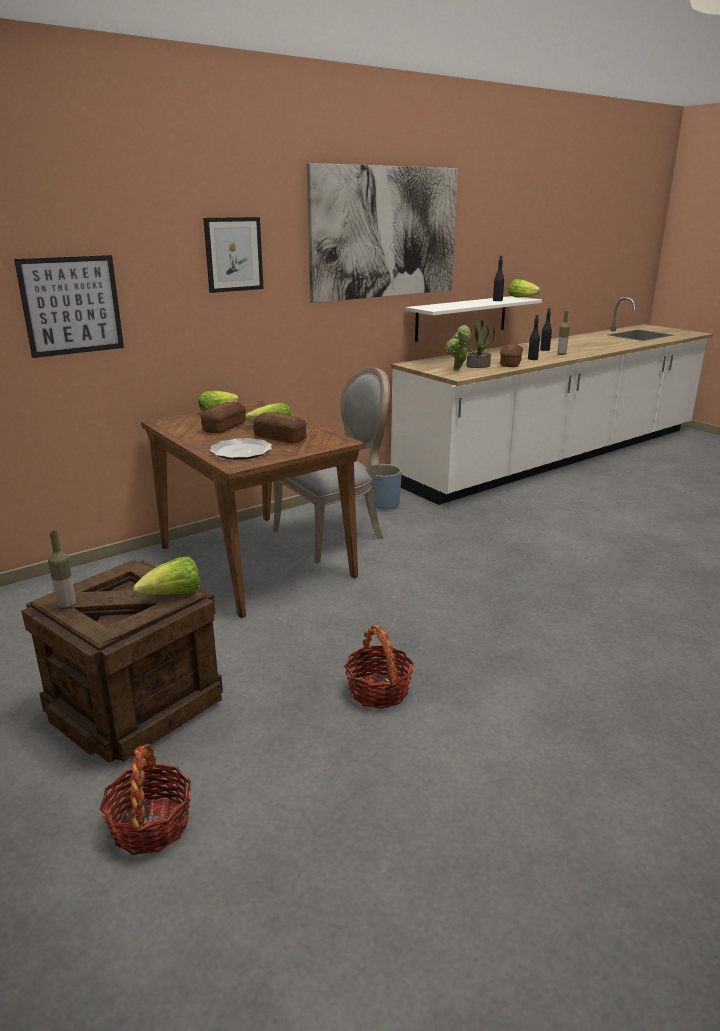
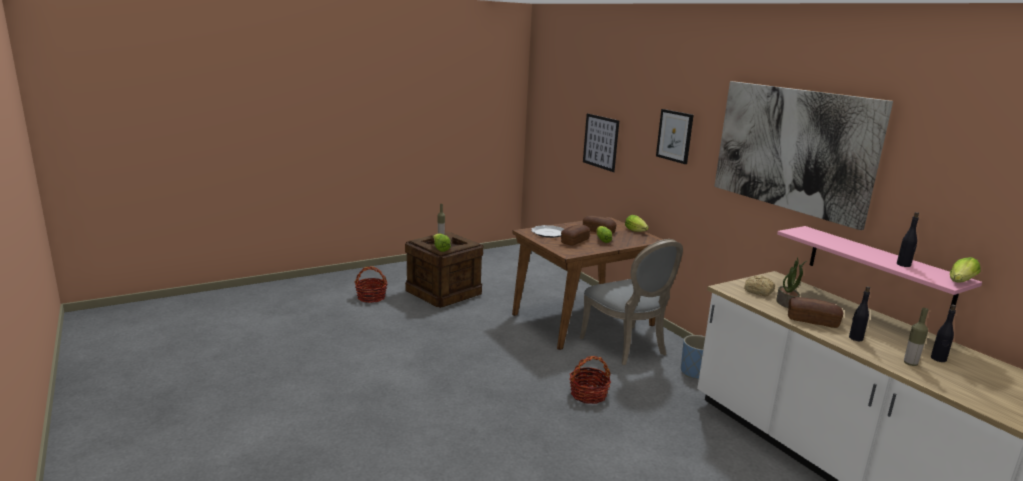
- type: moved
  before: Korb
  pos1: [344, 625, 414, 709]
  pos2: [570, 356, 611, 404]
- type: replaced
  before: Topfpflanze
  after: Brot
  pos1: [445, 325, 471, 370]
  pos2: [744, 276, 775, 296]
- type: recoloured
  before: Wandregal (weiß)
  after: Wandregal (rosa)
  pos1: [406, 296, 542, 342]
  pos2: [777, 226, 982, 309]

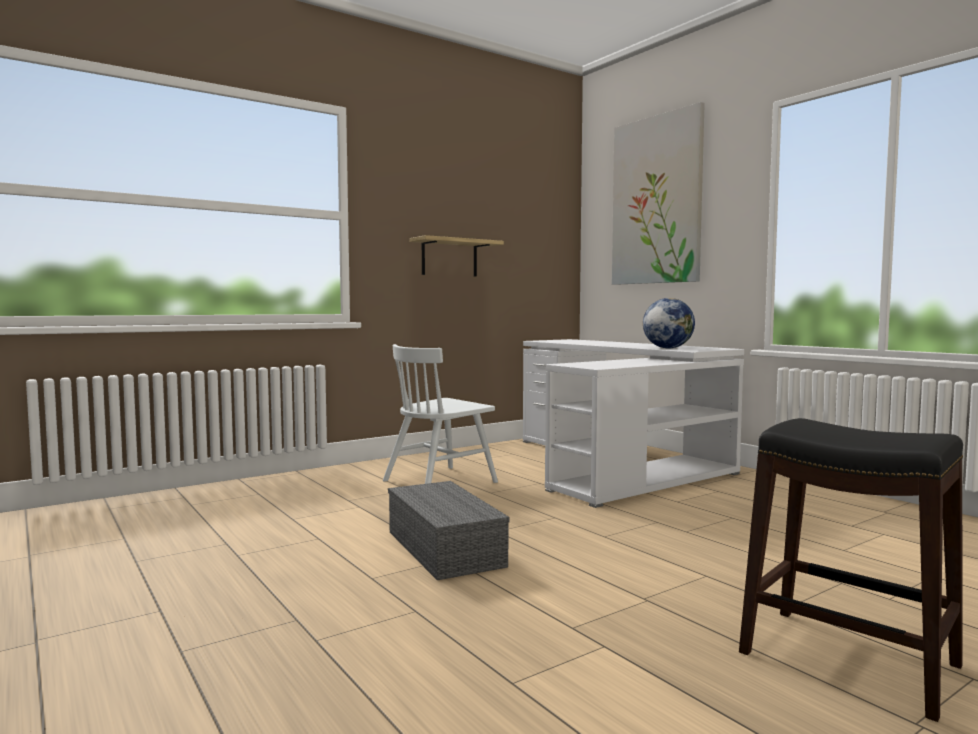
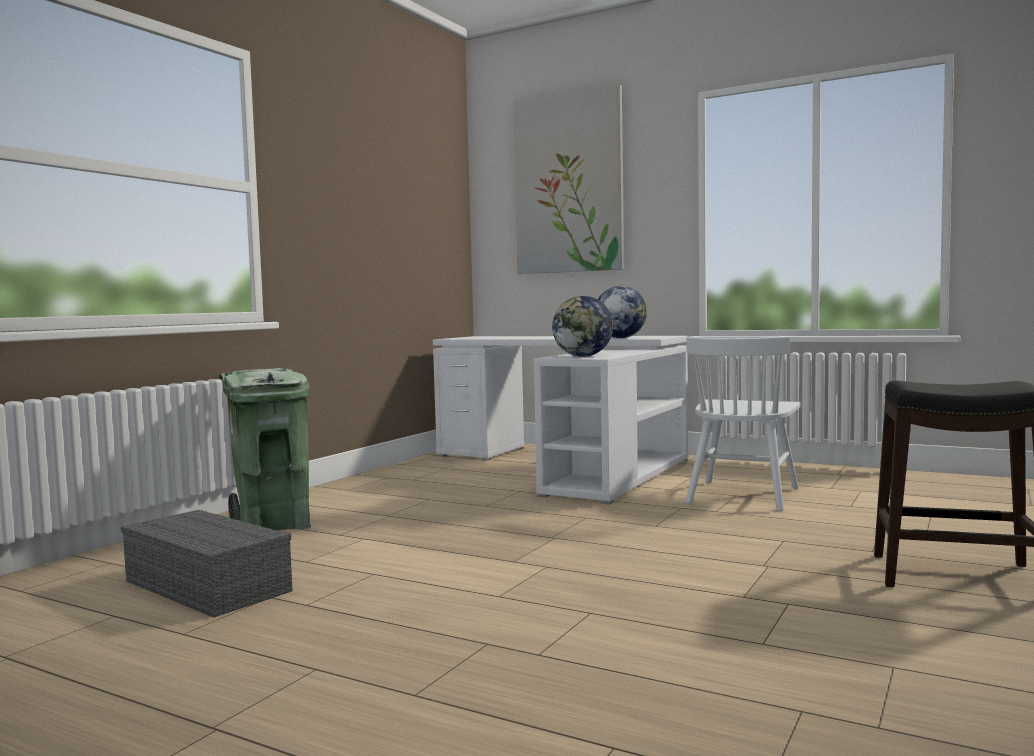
- type: removed
  before: Wandregal
  pos1: [410, 235, 504, 277]
- type: added
  after: Mülleimer (grün)
  pos2: [219, 368, 311, 531]
- type: added
  after: Globus
  pos2: [552, 296, 613, 357]
- type: moved
  before: Stuhl (weiß)
  pos1: [383, 344, 498, 484]
  pos2: [686, 336, 800, 511]
- type: moved
  before: Aufbewahrungsbox (grau)
  pos1: [388, 481, 509, 580]
  pos2: [121, 510, 293, 617]

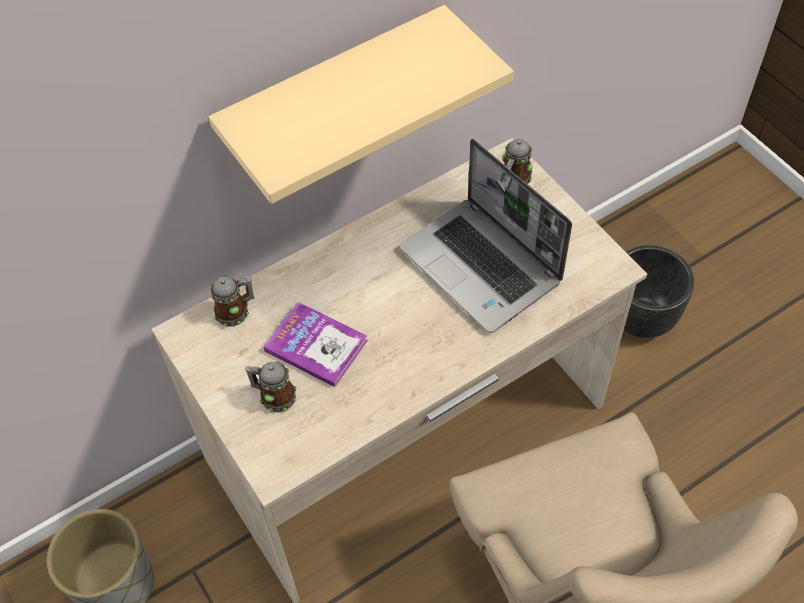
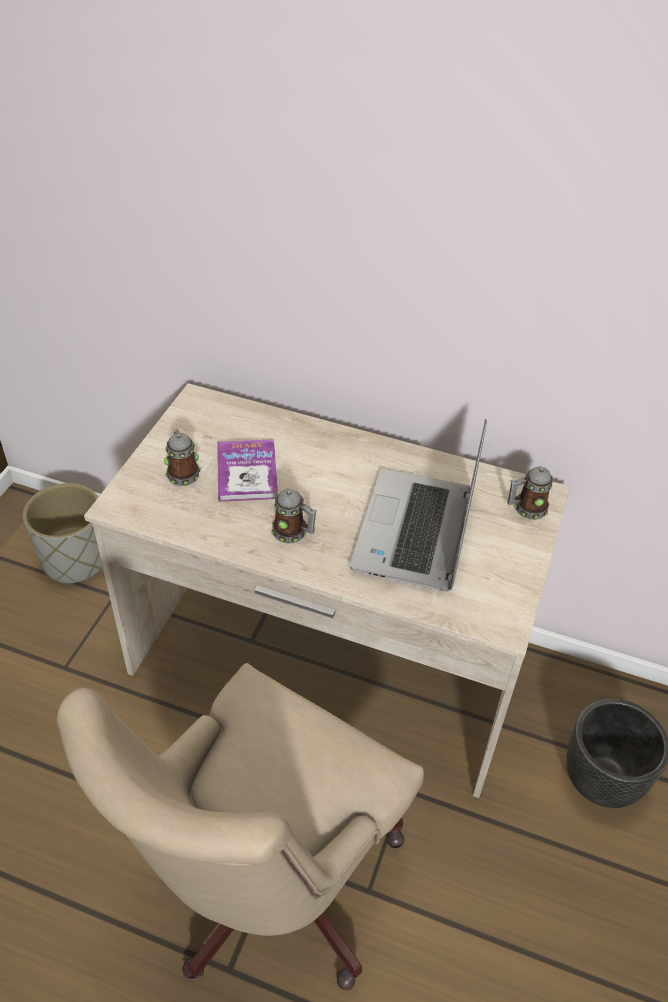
- type: removed
  before: Wandregal (beige)
  pos1: [209, 5, 514, 204]
- type: moved
  before: Henkelbecher
  pos1: [210, 276, 255, 327]
  pos2: [272, 489, 317, 544]

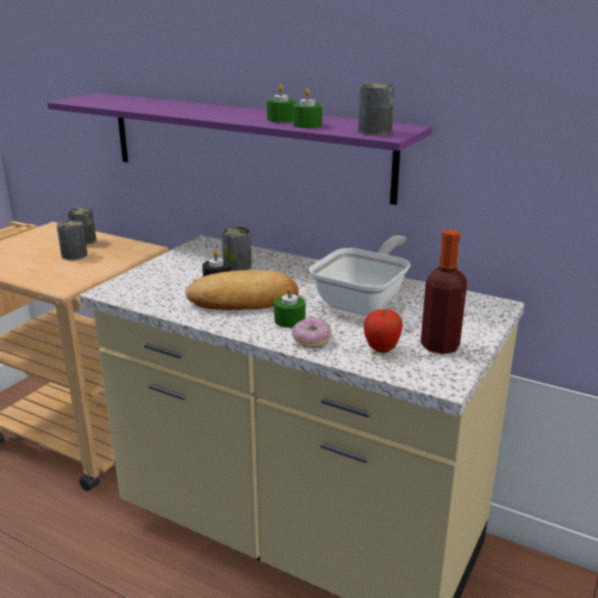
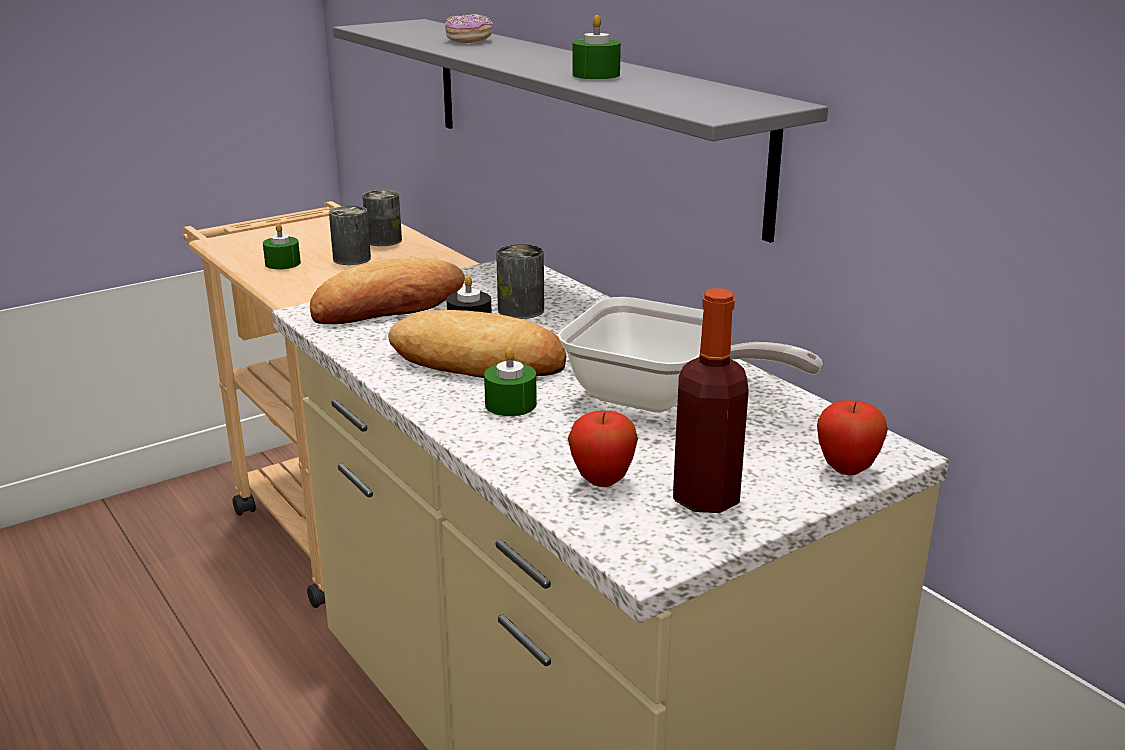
- type: removed
  before: Dose
  pos1: [358, 83, 394, 135]
- type: added
  after: Brot
  pos2: [310, 257, 465, 324]
- type: added
  after: Apfel
  pos2: [817, 400, 888, 476]
- type: moved
  before: Donut
  pos1: [292, 317, 332, 348]
  pos2: [445, 14, 493, 43]
- type: moved
  before: Kerze (grün)
  pos1: [293, 88, 323, 128]
  pos2: [263, 223, 301, 269]
- type: recoloured
  before: Wandregal (lila)
  after: Wandregal (grau)
  pos1: [47, 93, 432, 205]
  pos2: [333, 19, 828, 243]
- type: turned
  before: Pfanne
  pos1: [309, 235, 411, 316]
  pos2: [558, 297, 823, 412]
  turn: 60

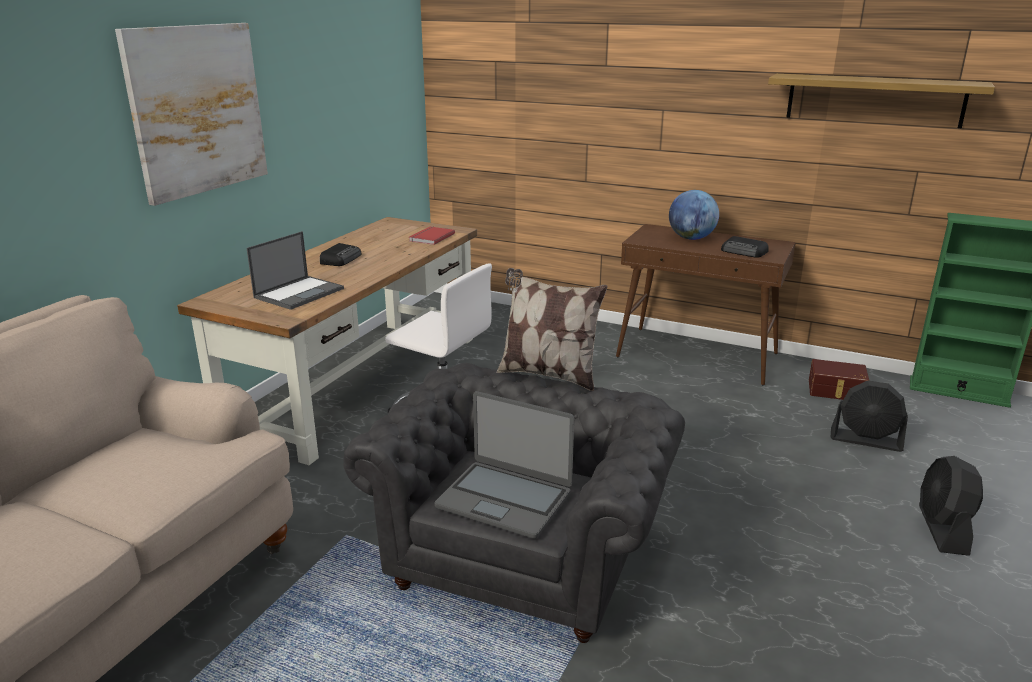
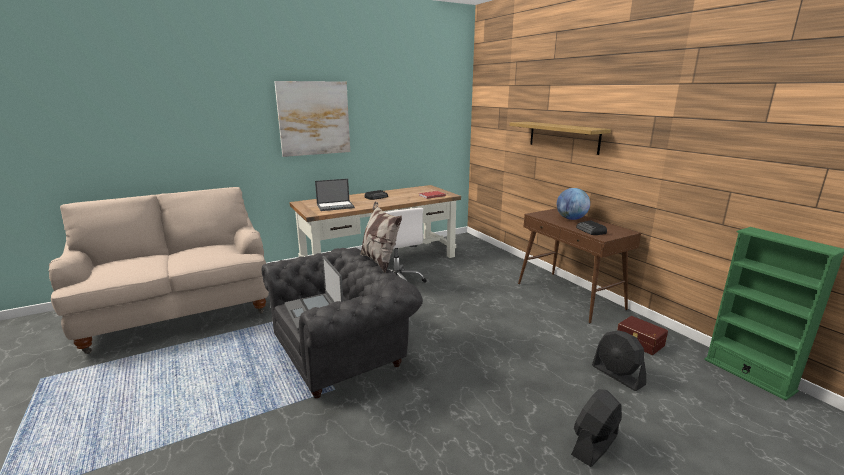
- type: moved
  before: Wandregal
  pos1: [768, 74, 995, 128]
  pos2: [509, 122, 611, 155]

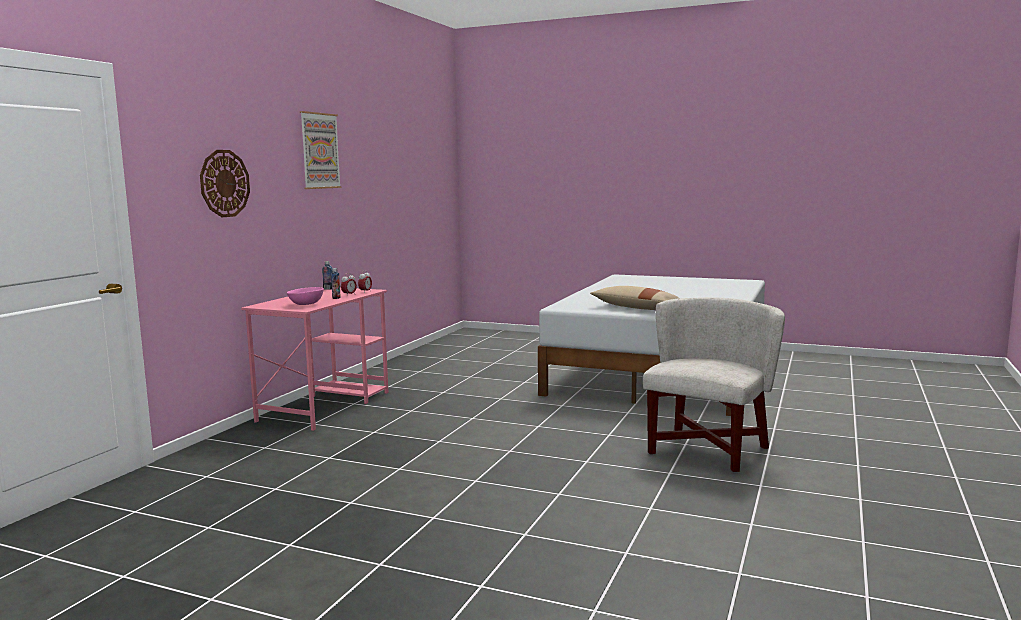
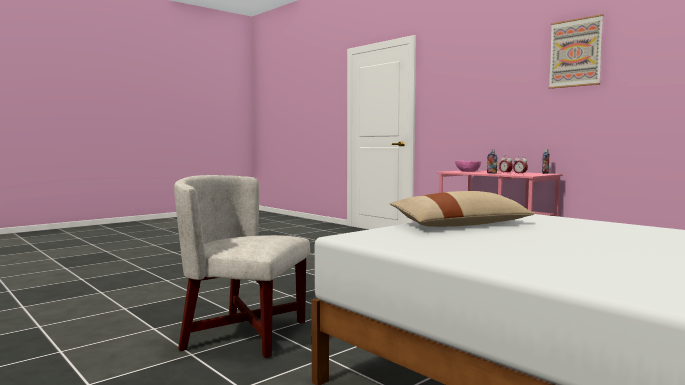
- type: removed
  before: Wanduhr
  pos1: [200, 150, 250, 217]
- type: turned
  before: Sessel (weiß)
  pos1: [643, 297, 785, 472]
  pos2: [174, 175, 310, 358]
  turn: 135

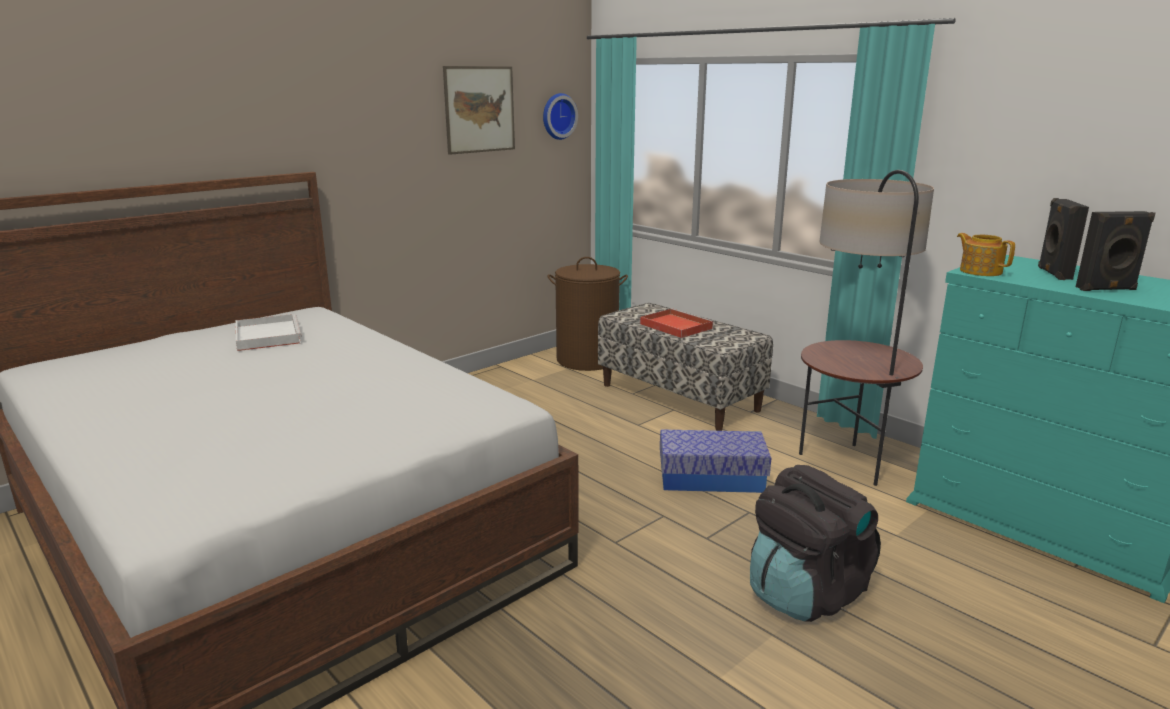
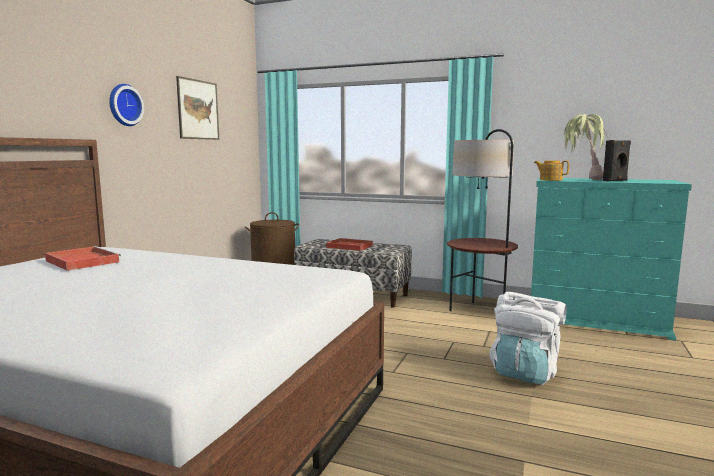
- type: removed
  before: Aufbewahrungsbox
  pos1: [660, 429, 771, 493]
- type: moved
  before: Wanduhr
  pos1: [543, 93, 578, 140]
  pos2: [109, 84, 144, 126]
- type: replaced
  before: Lautsprecher (schwarz)
  after: Topfpflanze
  pos1: [1038, 198, 1089, 280]
  pos2: [564, 114, 608, 180]
- type: recoloured
  before: Tablett (weiß)
  after: Tablett (rot)
  pos1: [236, 314, 302, 351]
  pos2: [45, 246, 121, 271]
- type: recoloured
  before: Rucksack (schwarz)
  after: Rucksack (weiß)
  pos1: [750, 465, 881, 622]
  pos2: [489, 292, 567, 385]

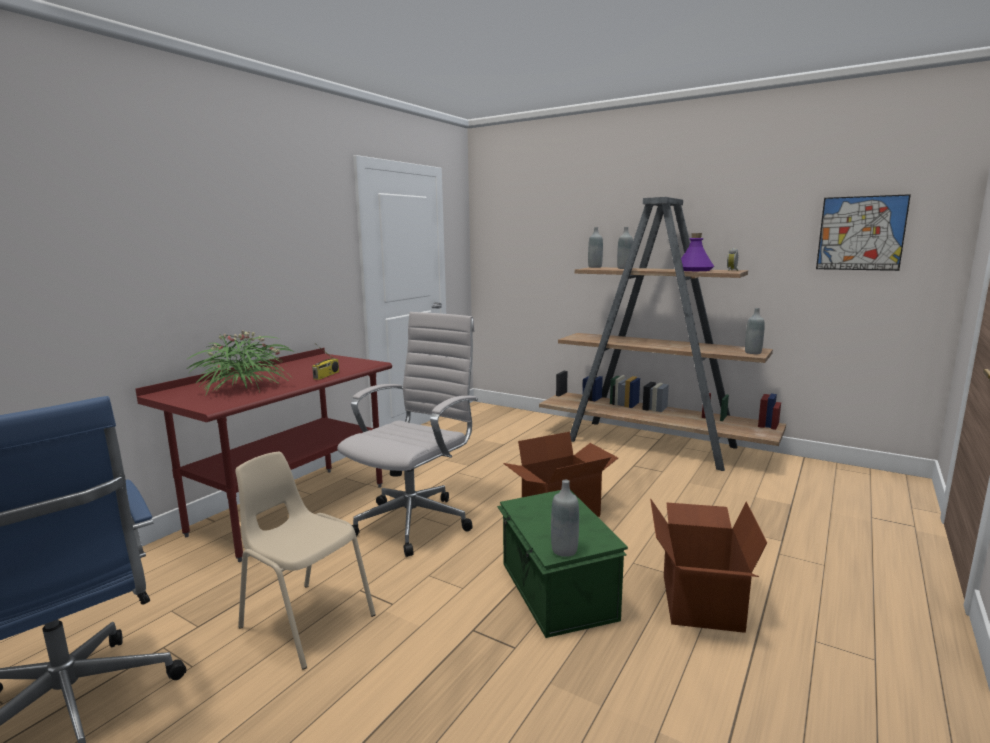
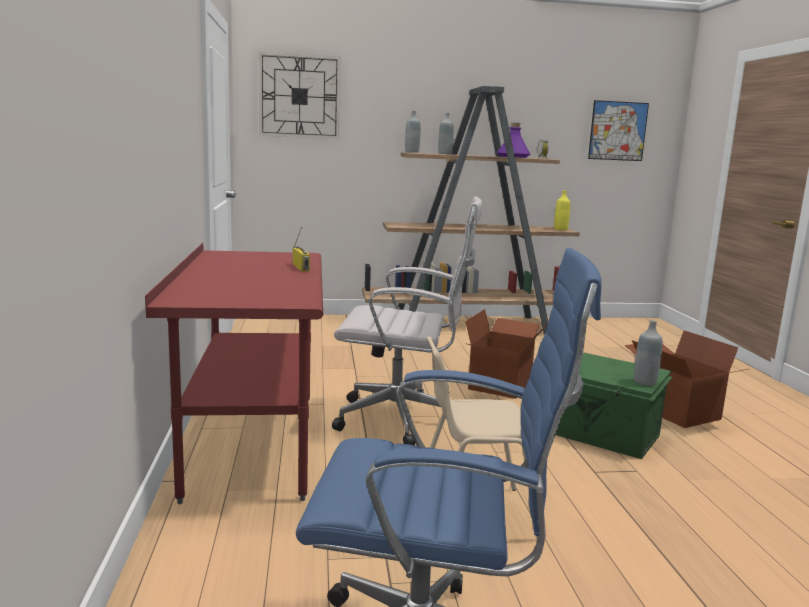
- type: removed
  before: Topfpflanze
  pos1: [186, 330, 294, 397]
- type: added
  after: Wanduhr
  pos2: [259, 52, 340, 139]
- type: recoloured
  before: Flasche (grau)
  after: Flasche (gelb)
  pos1: [745, 308, 765, 354]
  pos2: [554, 191, 570, 230]
- type: turned
  before: Bürostuhl (weiß)
  pos1: [337, 312, 478, 557]
  pos2: [332, 197, 482, 445]
  turn: 105

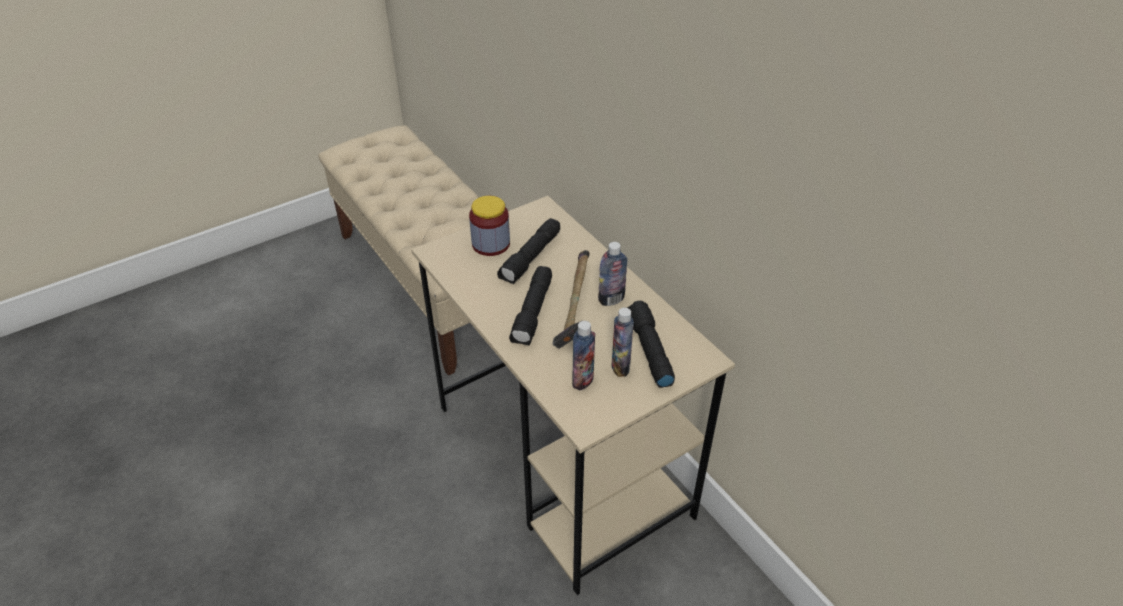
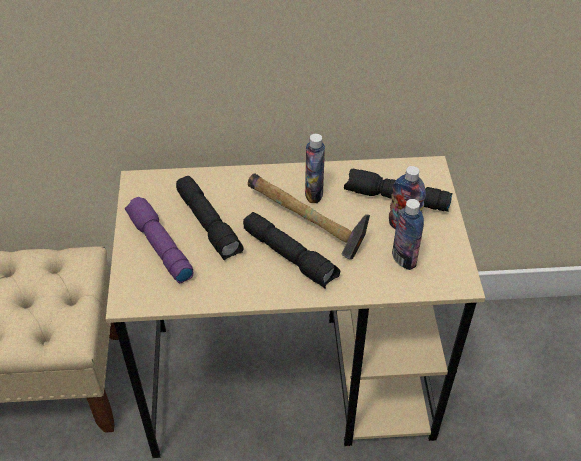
- type: replaced
  before: Vorratsglas
  after: Taschenlampe (lila)
  pos1: [469, 196, 510, 256]
  pos2: [125, 197, 193, 283]

